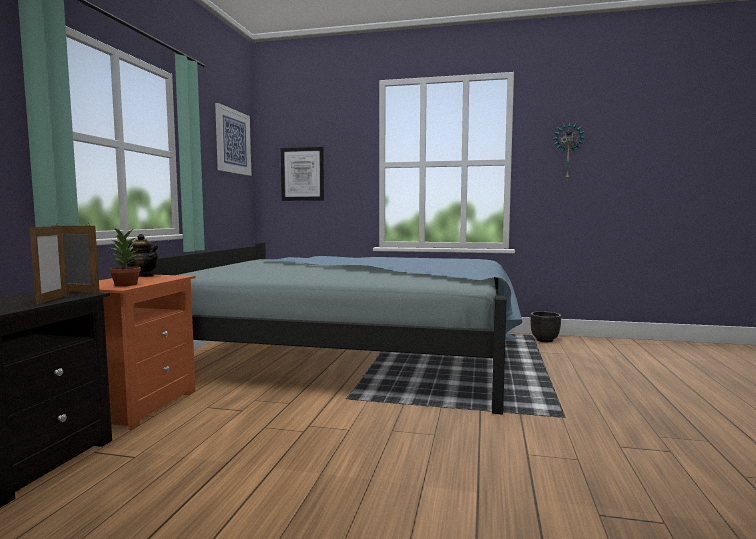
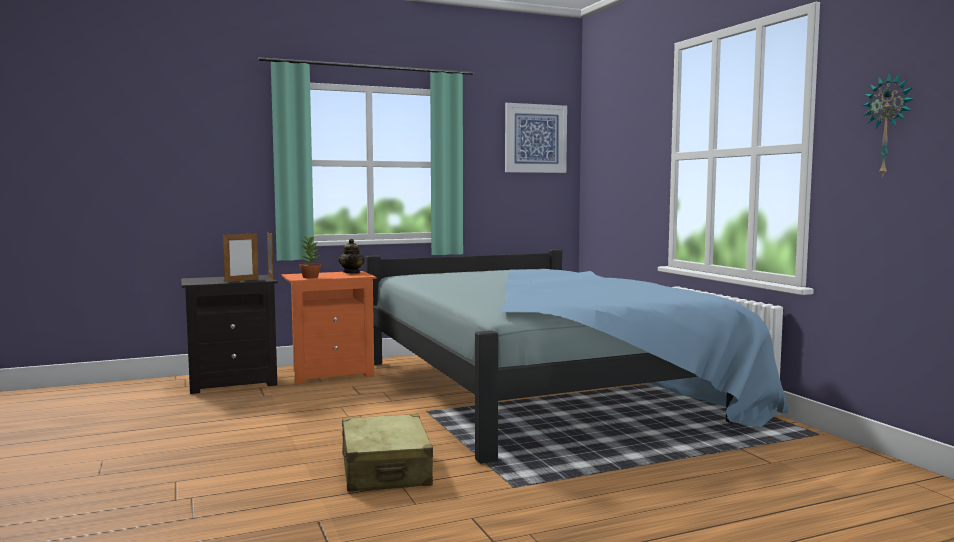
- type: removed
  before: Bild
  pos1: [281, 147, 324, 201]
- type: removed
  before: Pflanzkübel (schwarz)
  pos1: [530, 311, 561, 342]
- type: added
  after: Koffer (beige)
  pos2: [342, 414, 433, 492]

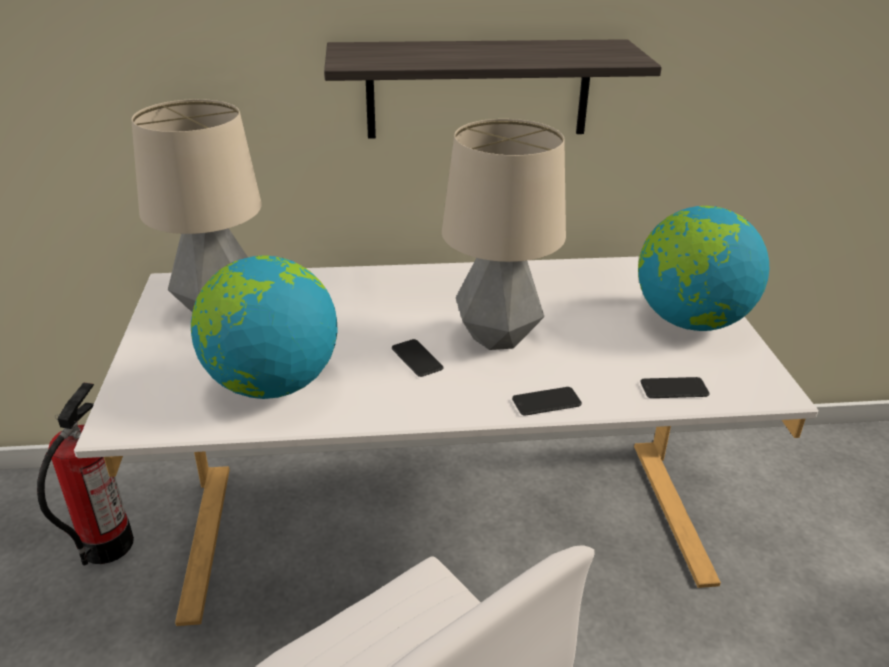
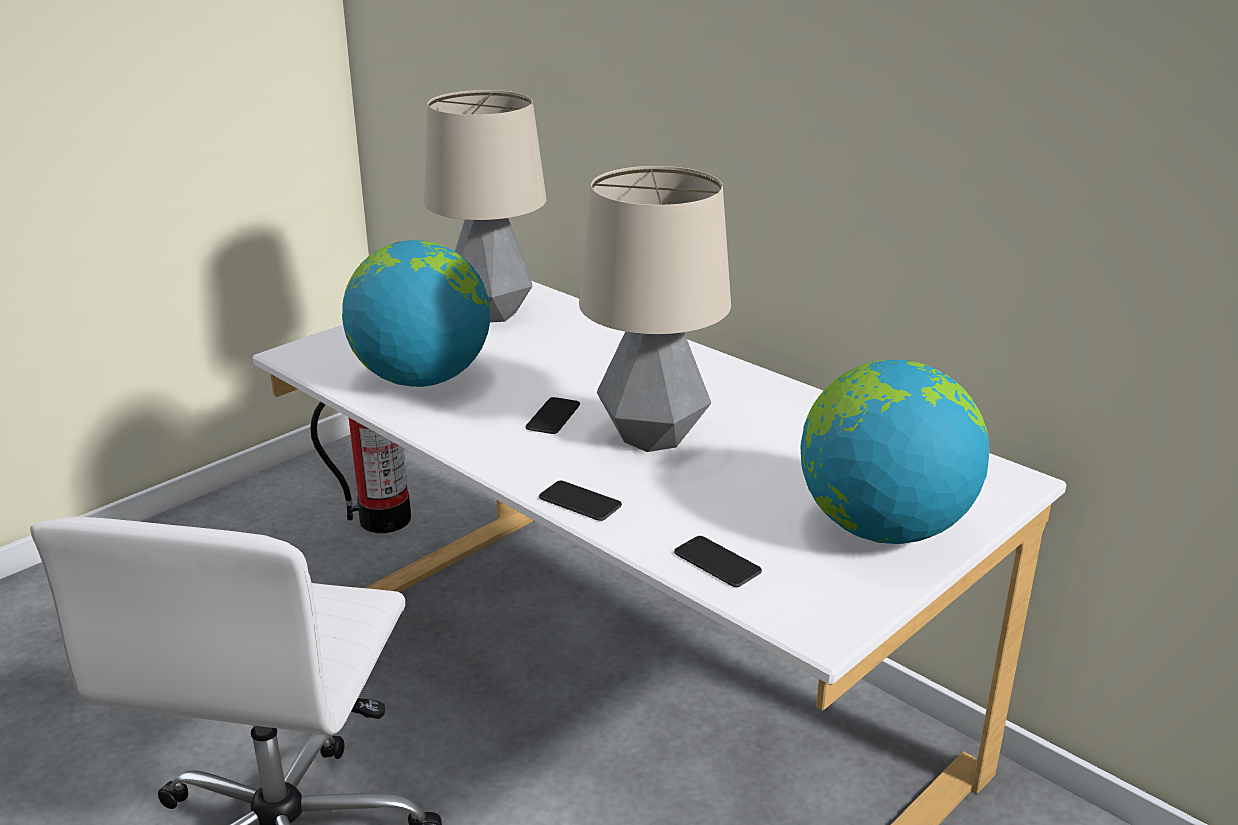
- type: removed
  before: Wandregal
  pos1: [324, 39, 662, 139]

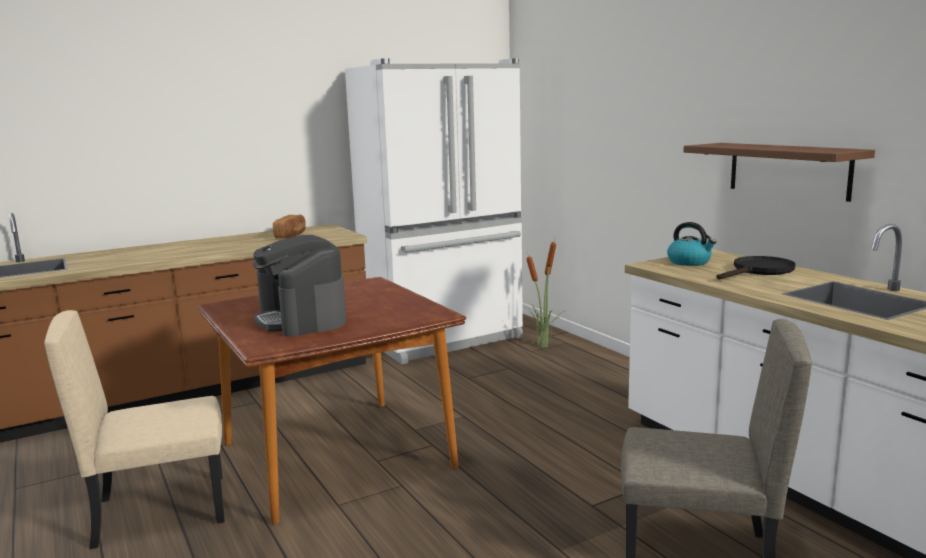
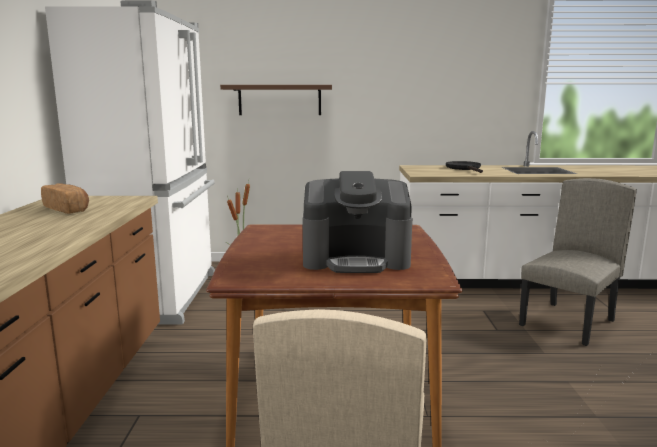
- type: removed
  before: Wasserkessel
  pos1: [667, 222, 716, 266]
- type: moved
  before: Wandregal (braun)
  pos1: [683, 143, 875, 202]
  pos2: [220, 85, 332, 115]

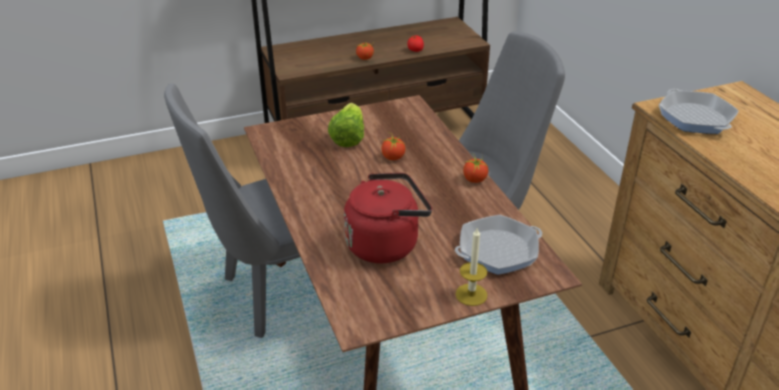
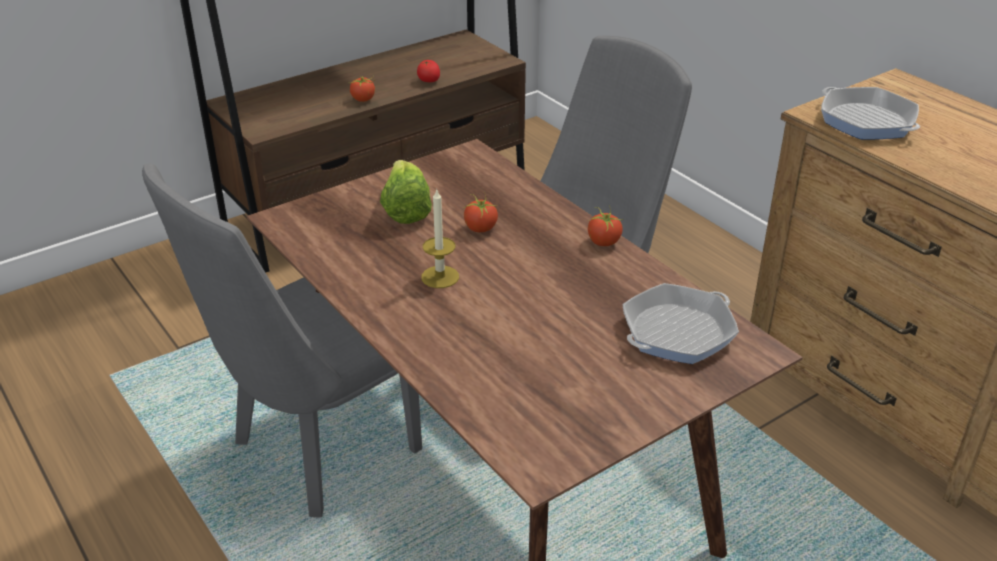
- type: removed
  before: Wasserkessel (rot)
  pos1: [344, 173, 432, 263]
- type: moved
  before: Kerze
  pos1: [455, 228, 487, 306]
  pos2: [421, 190, 459, 288]

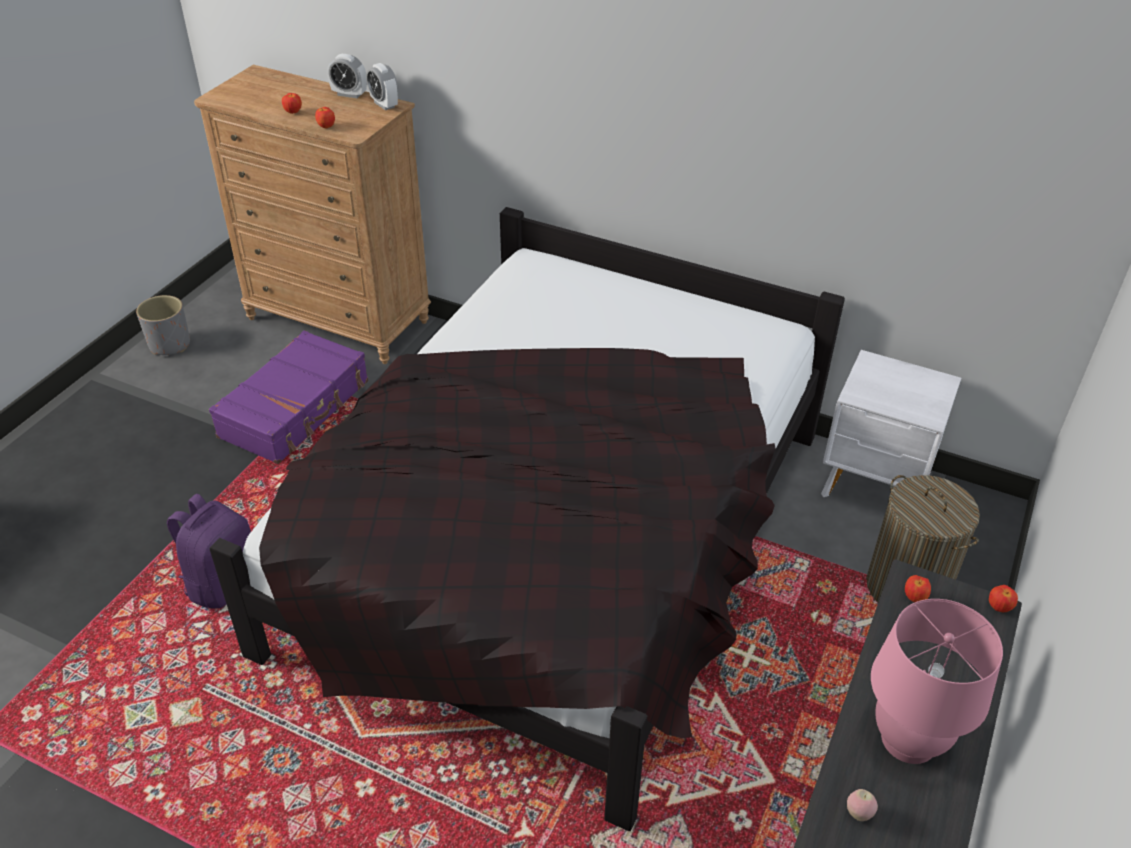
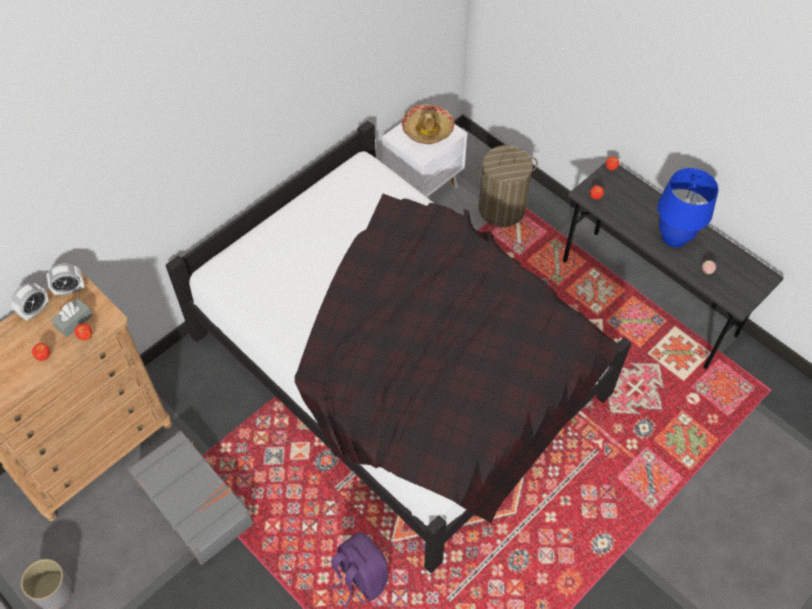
- type: added
  after: Taschentuchbox (grau)
  pos2: [51, 298, 93, 337]
- type: added
  after: Hut
  pos2: [402, 104, 455, 144]
- type: recoloured
  before: Koffer (lila)
  after: Koffer (grau)
  pos1: [209, 330, 368, 464]
  pos2: [128, 431, 254, 566]
- type: recoloured
  before: Tischlampe (rosa)
  after: Tischlampe (blau)
  pos1: [871, 599, 1003, 764]
  pos2: [657, 168, 718, 247]

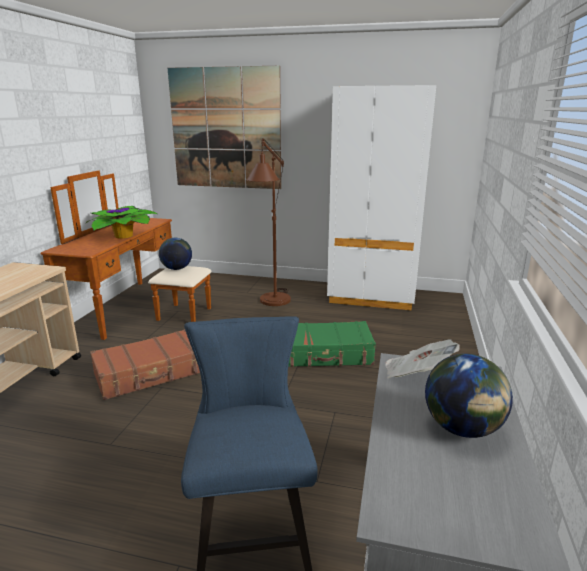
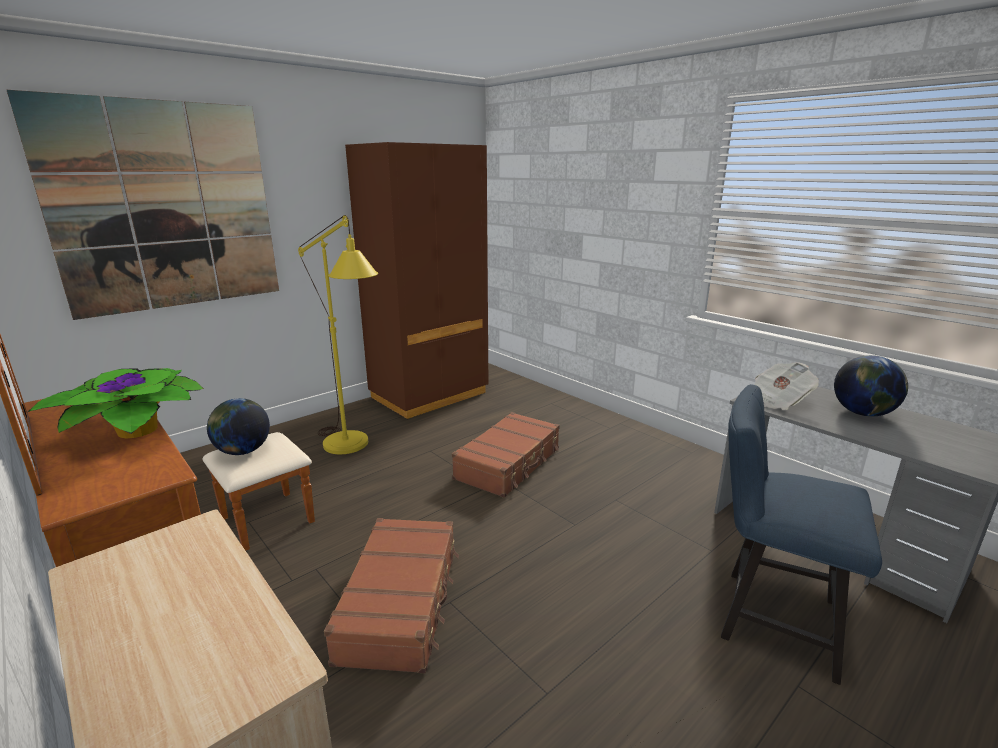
- type: recoloured
  before: Stehlampe (braun)
  after: Stehlampe (gelb)
  pos1: [246, 138, 291, 306]
  pos2: [298, 215, 378, 454]
- type: recoloured
  before: Koffer (grün)
  after: Koffer (braun)
  pos1: [288, 321, 376, 367]
  pos2: [452, 412, 560, 498]
- type: recoloured
  before: Kleiderschrank (weiß)
  after: Kleiderschrank (braun)
  pos1: [327, 85, 436, 311]
  pos2: [345, 142, 488, 419]

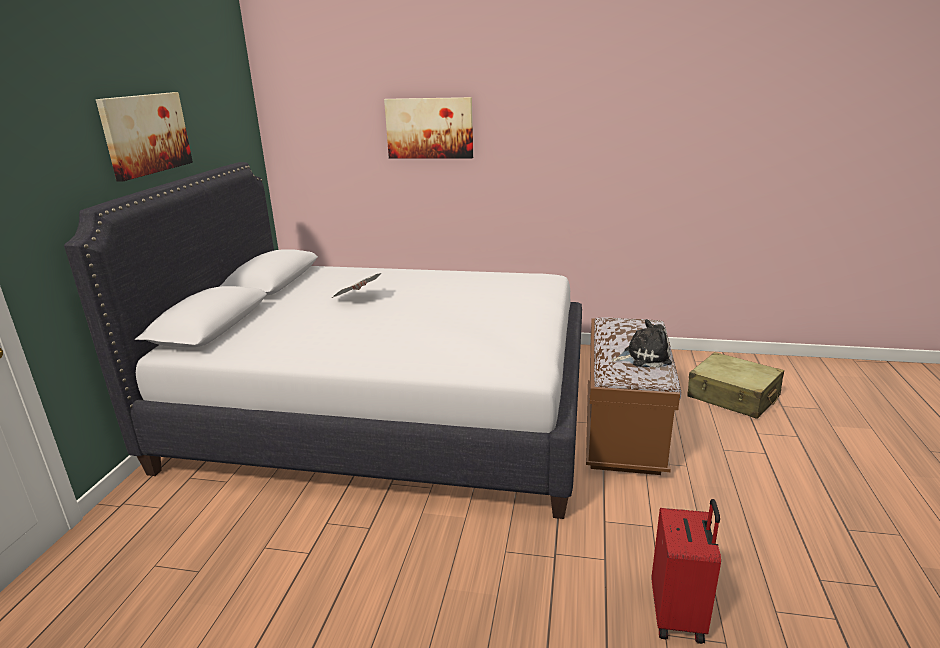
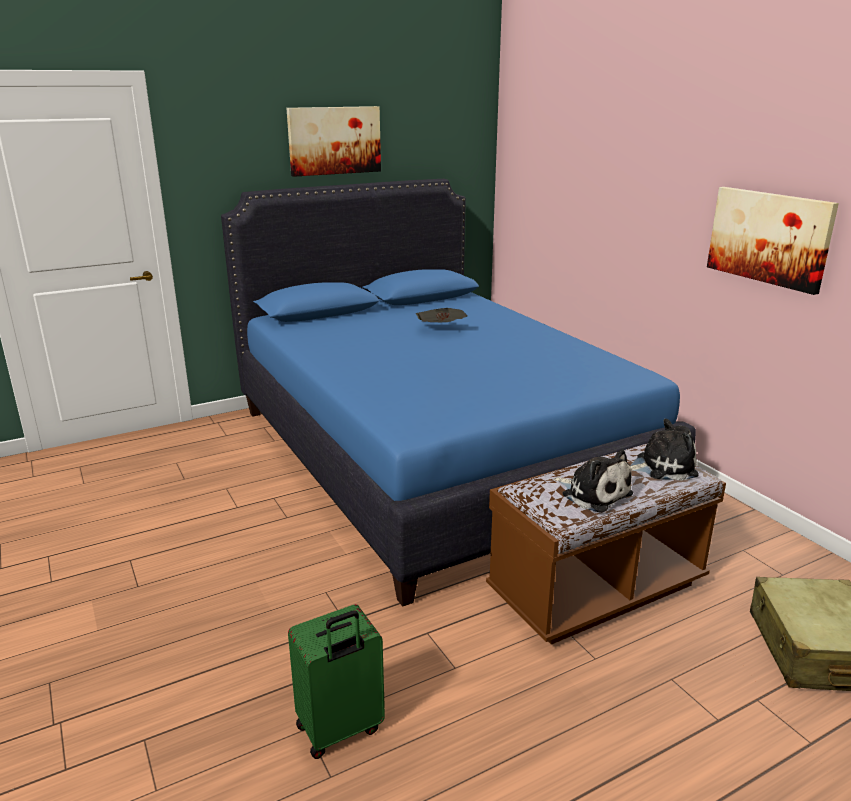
- type: added
  after: Plüschtier
  pos2: [630, 419, 699, 481]
- type: moved
  before: Bild
  pos1: [384, 97, 473, 159]
  pos2: [707, 187, 839, 295]
- type: recoloured
  before: Bett (weiß)
  after: Bett (blau)
  pos1: [64, 162, 582, 519]
  pos2: [221, 179, 696, 607]
- type: recoloured
  before: Koffer (rot)
  after: Koffer (grün)
  pos1: [652, 499, 721, 644]
  pos2: [288, 604, 385, 759]

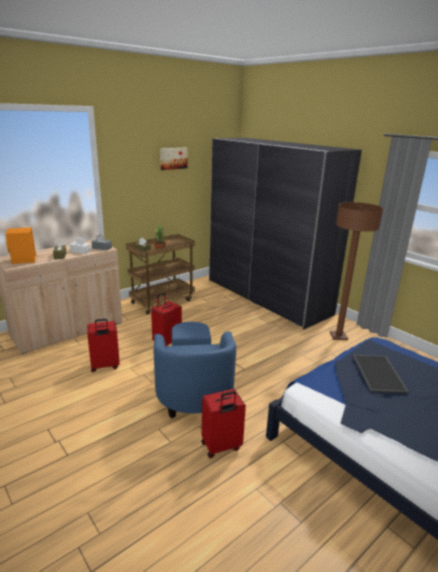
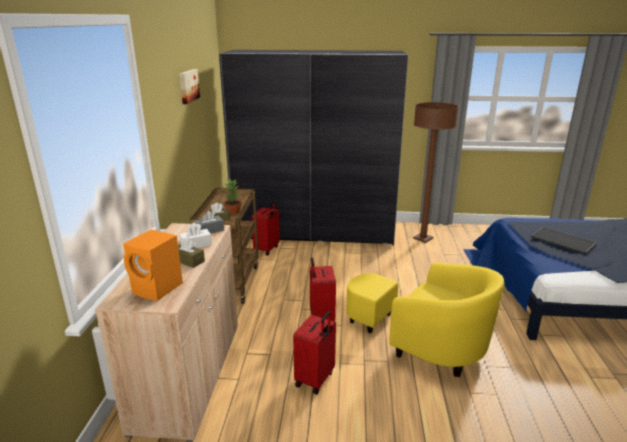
- type: moved
  before: Koffer (rot)
  pos1: [201, 389, 246, 458]
  pos2: [251, 201, 280, 256]
- type: recoloured
  before: Sessel (blau)
  after: Sessel (gelb)
  pos1: [154, 322, 236, 418]
  pos2: [346, 262, 504, 377]

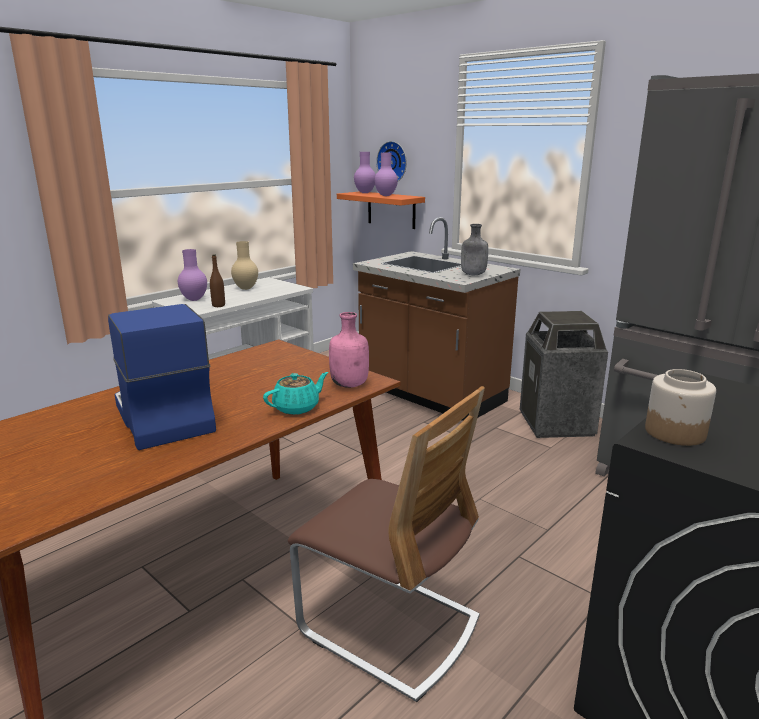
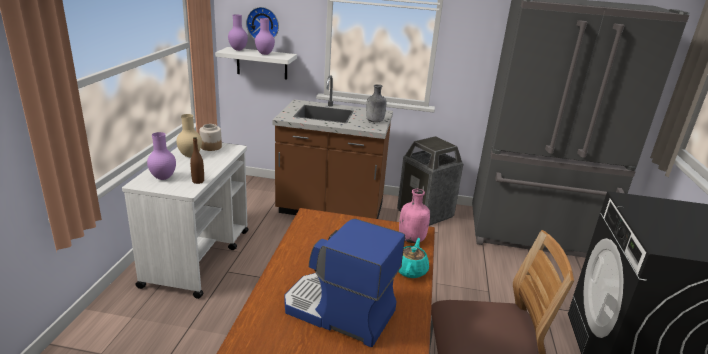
- type: moved
  before: Vorratsglas
  pos1: [645, 369, 716, 446]
  pos2: [199, 124, 222, 151]
- type: recoloured
  before: Wandregal (orange)
  after: Wandregal (weiß)
  pos1: [337, 191, 425, 229]
  pos2: [215, 47, 297, 79]

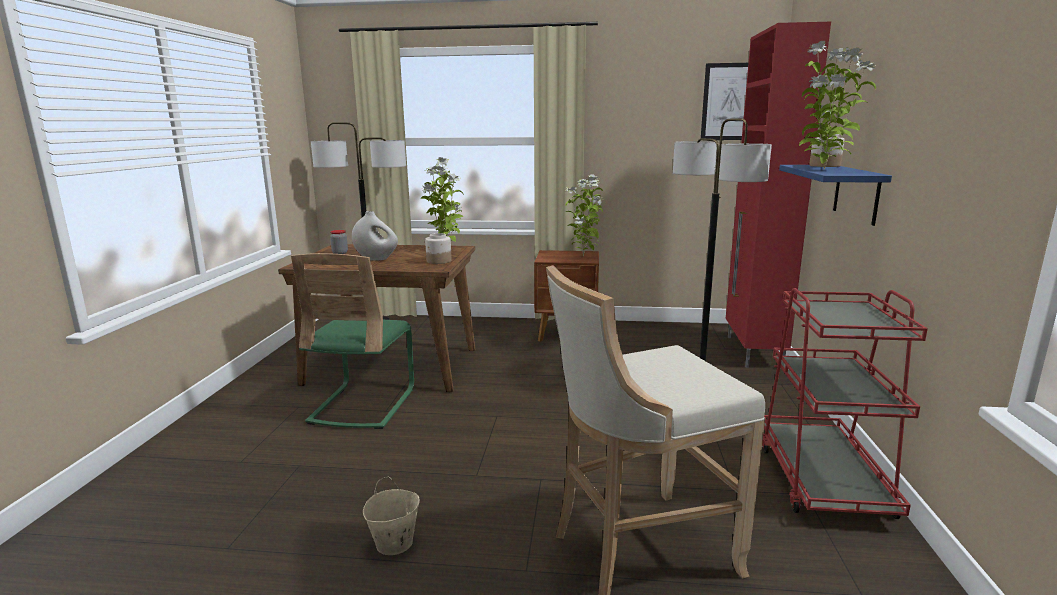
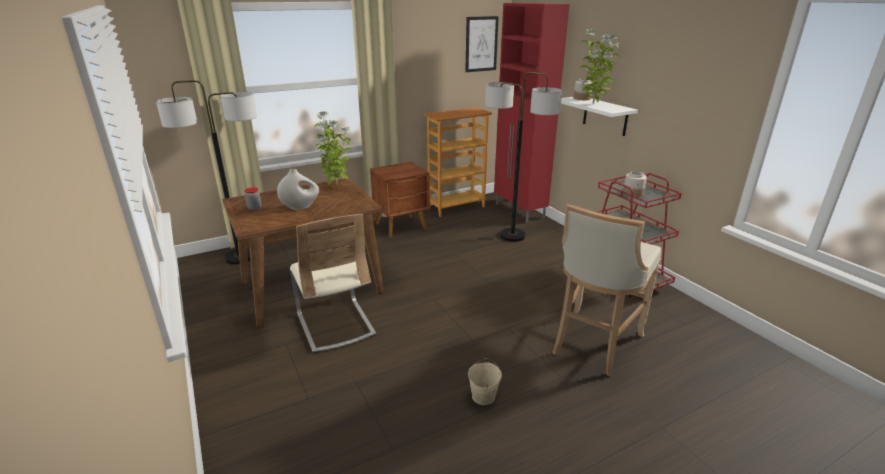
- type: removed
  before: Topfpflanze
  pos1: [565, 174, 604, 256]
- type: added
  after: Bücherregal
  pos2: [423, 107, 492, 217]
- type: moved
  before: Vorratsglas
  pos1: [425, 233, 452, 264]
  pos2: [623, 171, 647, 197]
- type: recoloured
  before: Stuhl (grün)
  after: Stuhl (beige)
  pos1: [291, 253, 414, 429]
  pos2: [290, 214, 376, 353]
- type: recoloured
  before: Wandregal (blau)
  after: Wandregal (weiß)
  pos1: [779, 165, 892, 226]
  pos2: [561, 97, 638, 136]

